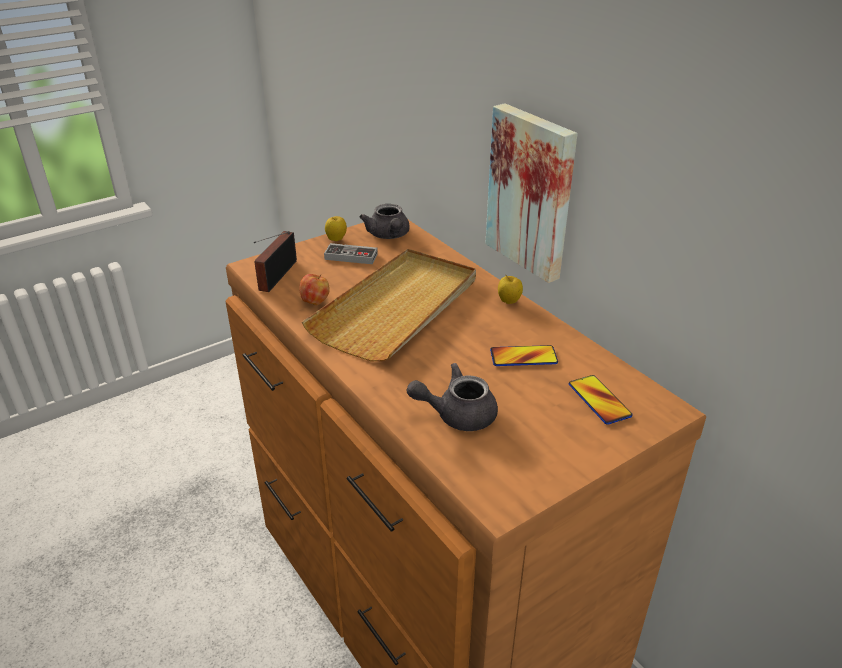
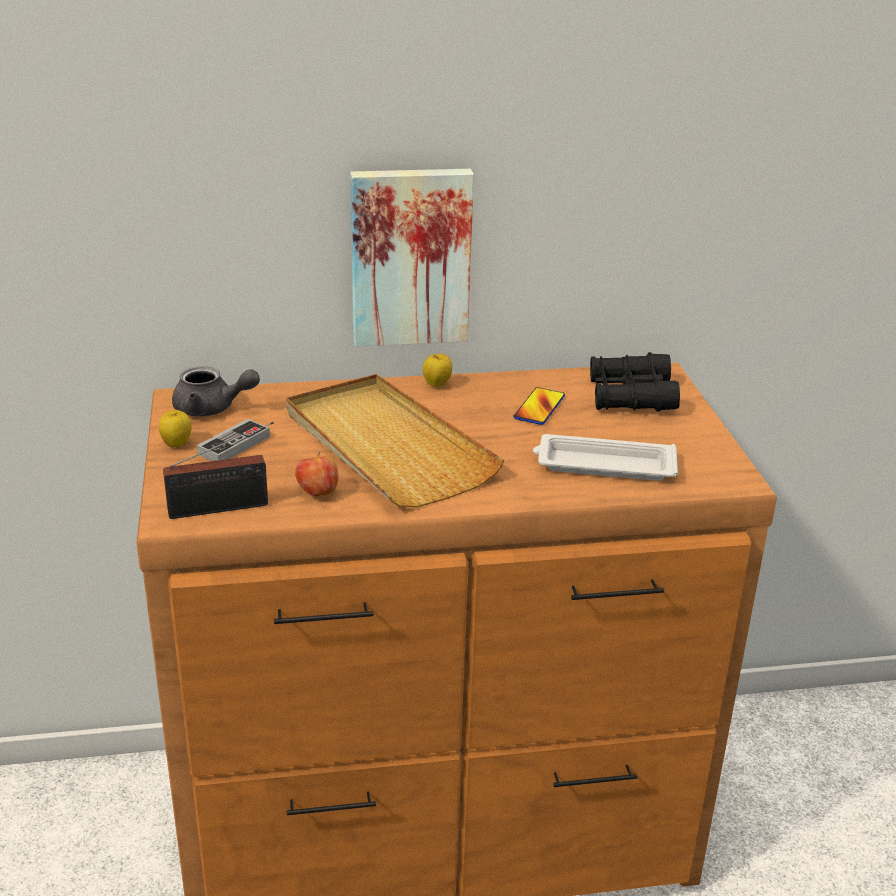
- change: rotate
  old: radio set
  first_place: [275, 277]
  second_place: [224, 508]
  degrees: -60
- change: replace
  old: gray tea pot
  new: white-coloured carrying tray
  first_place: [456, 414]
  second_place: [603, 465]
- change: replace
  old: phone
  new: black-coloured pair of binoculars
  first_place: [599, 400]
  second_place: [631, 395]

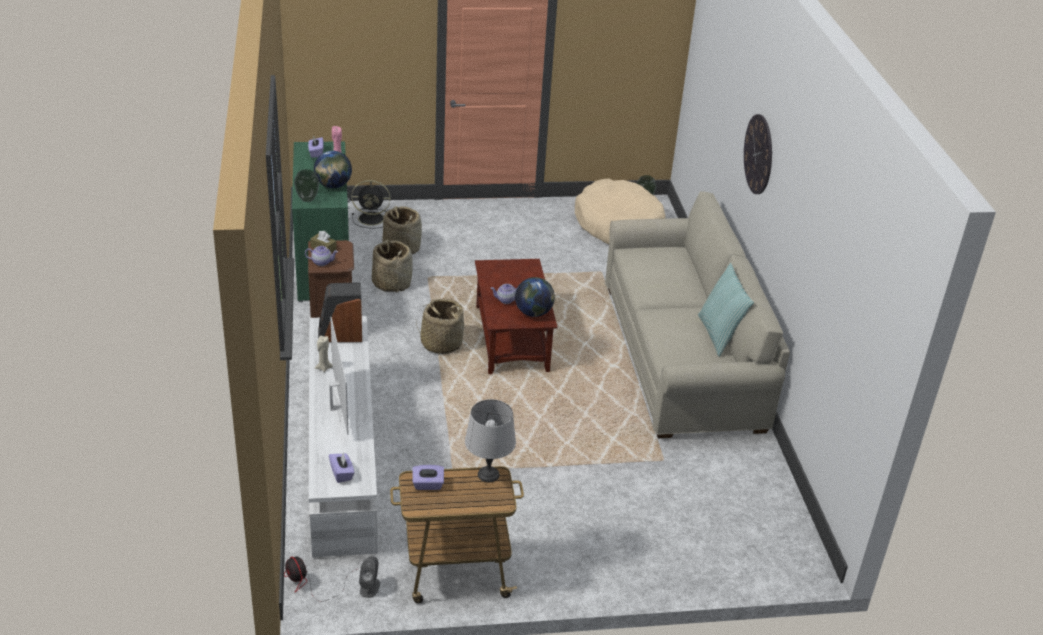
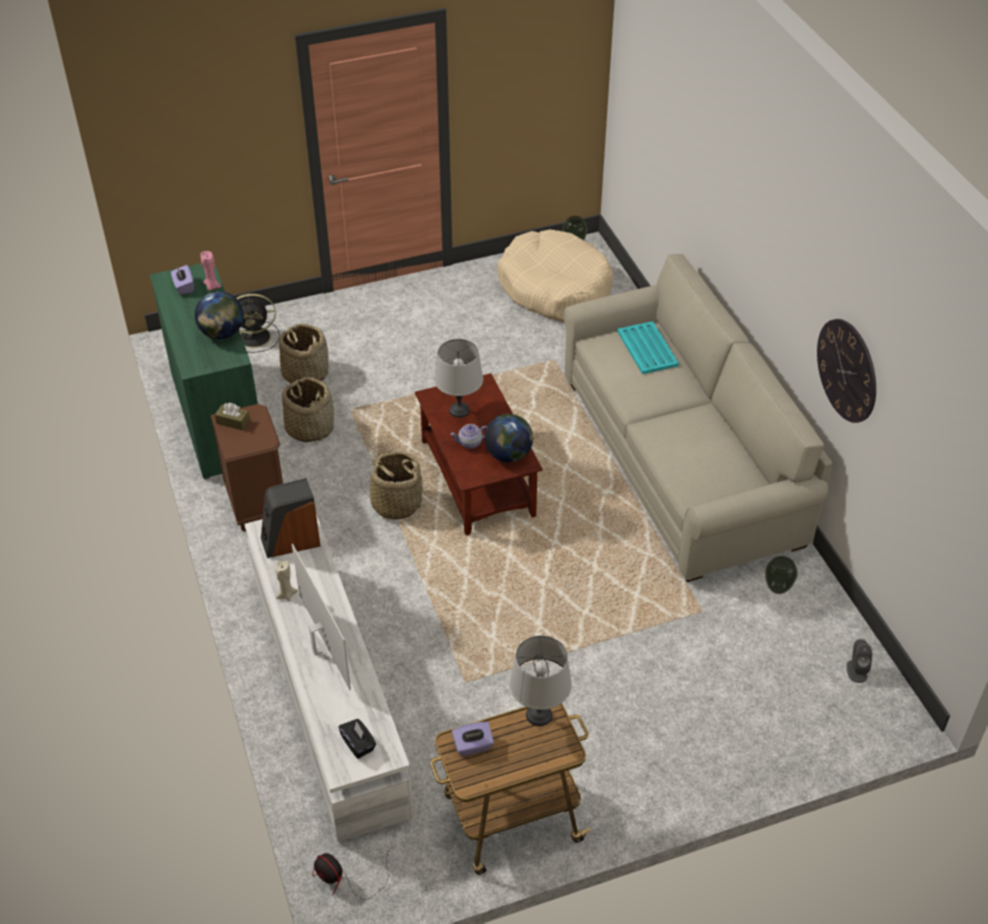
- change: recolor
  old: purple-coloured tissue box
  new: black-coloured tissue box
  first_place: [342, 474]
  second_place: [358, 744]
- change: insert
  new: gray tabletop lamp
  second_place: [459, 410]
- change: insert
  new: blue-green carrying tray
  second_place: [647, 349]
- change: move
  old: vase
  first_place: [307, 199]
  second_place: [777, 588]
- change: move
  old: wall clock
  first_place: [758, 154]
  second_place: [847, 370]
- change: move
  old: gray speaker
  first_place: [370, 587]
  second_place: [856, 670]
- change: delete
  old: tea pot
  first_place: [322, 262]
- change: delete
  old: throw pillow
  first_place: [720, 335]

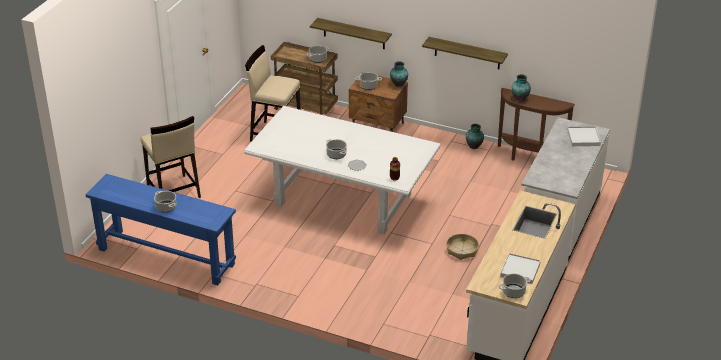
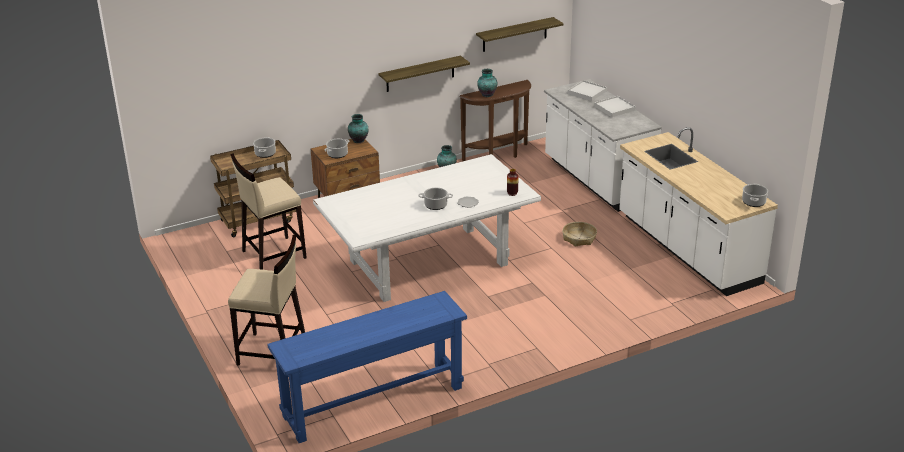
- change: move
  old: wall shelf
  first_place: [354, 34]
  second_place: [515, 34]
- change: move
  old: white-coloured carrying tray
  first_place: [520, 270]
  second_place: [614, 108]
- change: delete
  old: saucepot
  first_place: [166, 207]

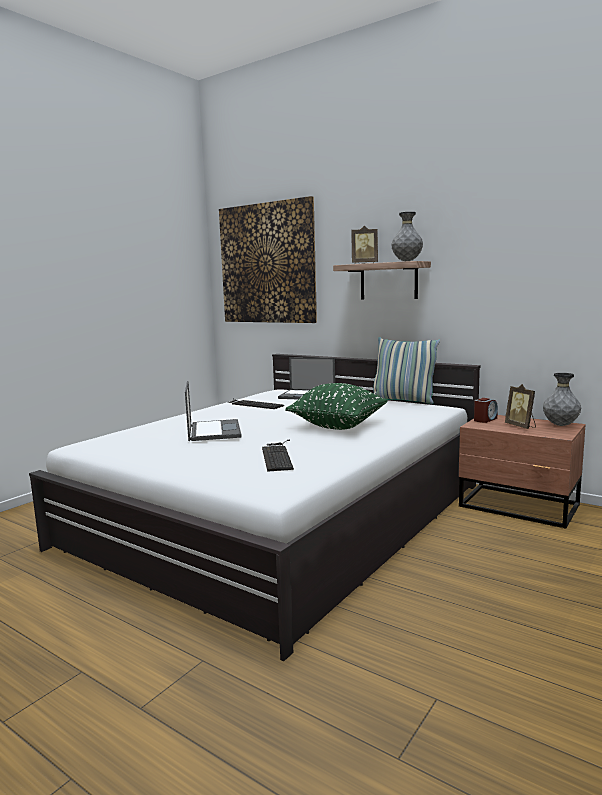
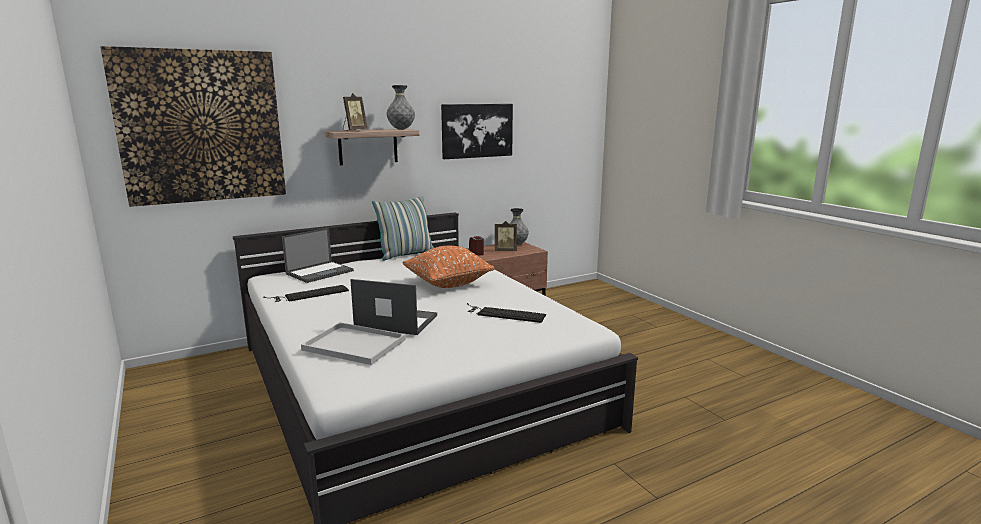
- change: insert
  new: white-coloured carrying tray
  second_place: [352, 345]
- change: recolor
  old: green-coloured throw pillow
  new: orange-coloured throw pillow
  first_place: [338, 426]
  second_place: [448, 284]
- change: insert
  new: wall art
  second_place: [477, 130]

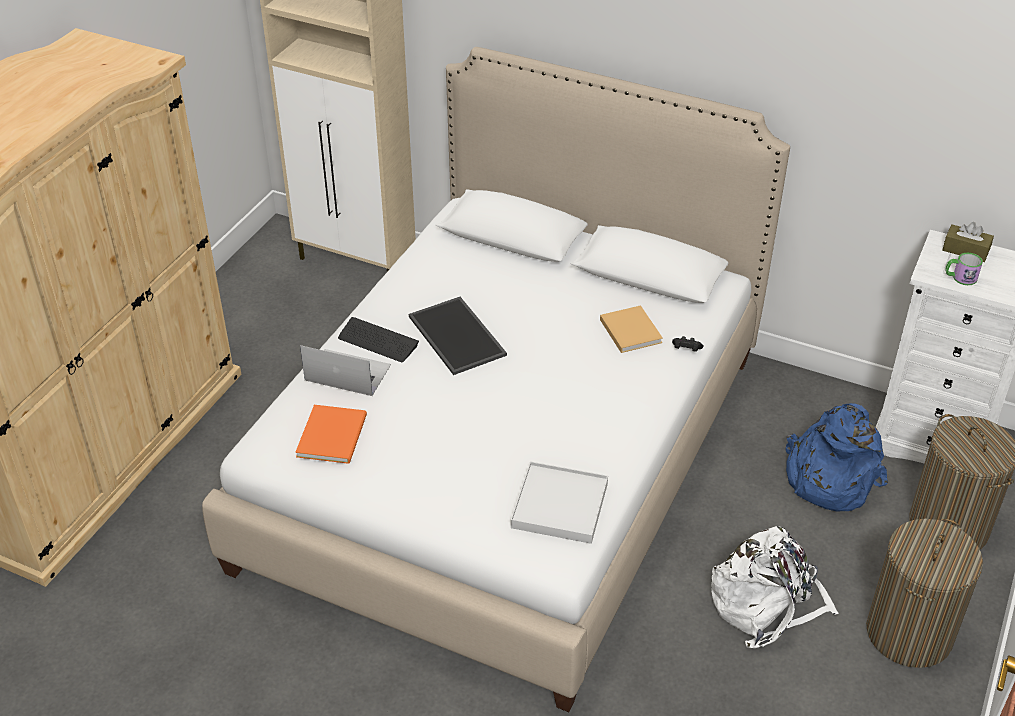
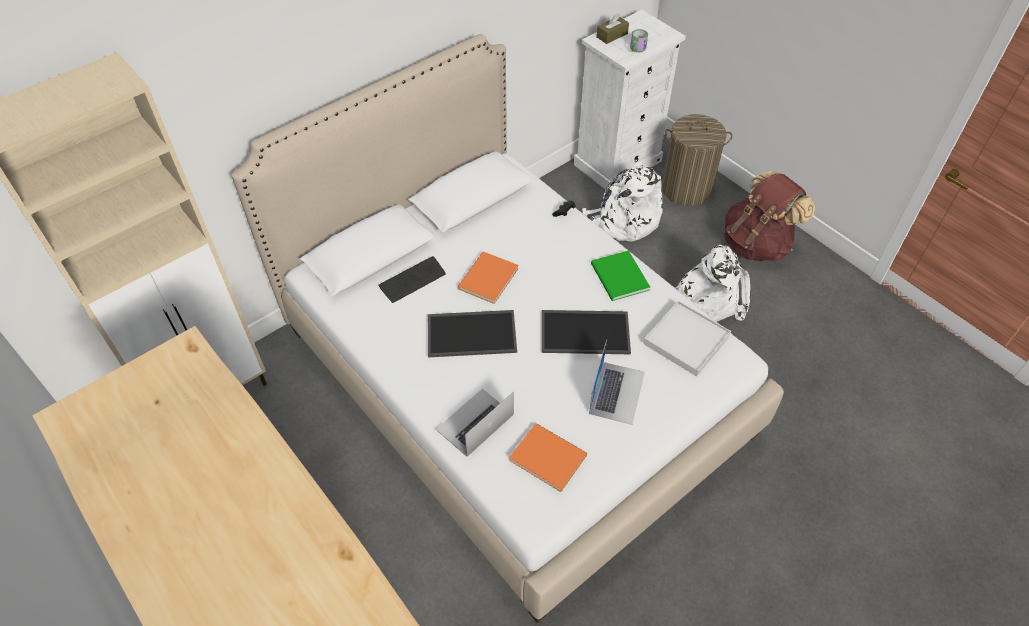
- change: move
  old: PC keyboard
  first_place: [378, 341]
  second_place: [412, 280]
- change: insert
  new: orange-coloured book
  second_place: [486, 279]
- change: insert
  new: carrying tray
  second_place: [586, 331]
- change: recolor
  old: blue knapsack
  new: white-coloured knapsack
  first_place: [828, 478]
  second_place: [623, 221]
- change: insert
  new: portable computer
  second_place: [617, 392]
- change: insert
  new: green-coloured book
  second_place: [619, 278]
- change: replace
  old: washing basket
  new: brown-coloured knapsack
  first_place: [909, 633]
  second_place: [756, 244]
- change: delete
  old: beige-coloured book
  first_place: [630, 330]

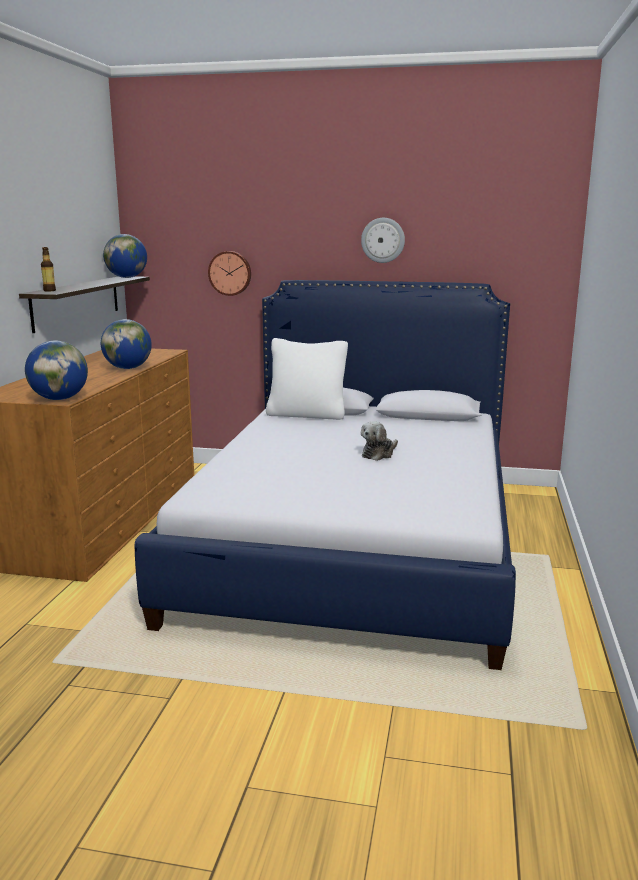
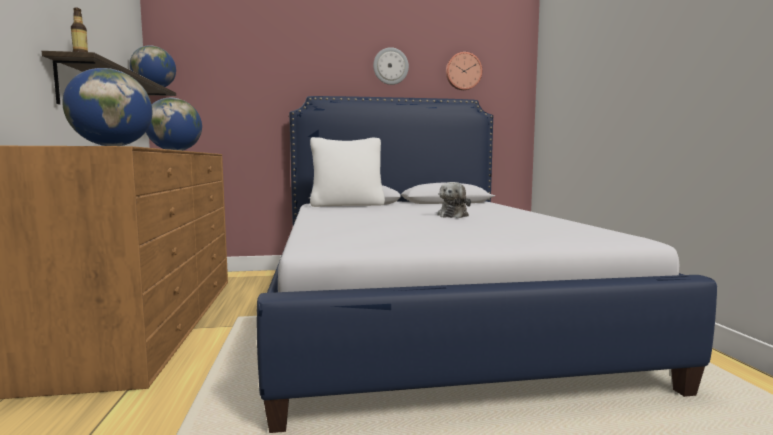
- change: move
  old: wall clock
  first_place: [230, 273]
  second_place: [463, 71]

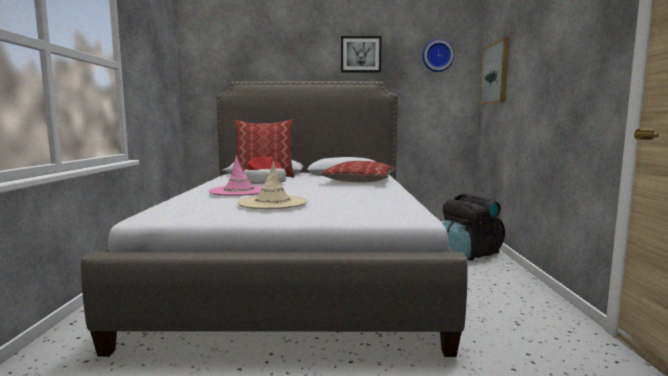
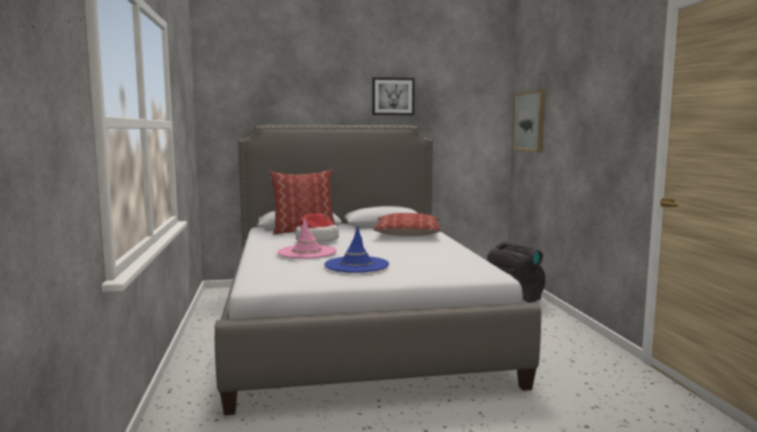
- change: recolor
  old: beige-coloured clothing hat
  new: blue clothing hat
  first_place: [272, 203]
  second_place: [356, 265]
- change: delete
  old: wall clock
  first_place: [437, 56]

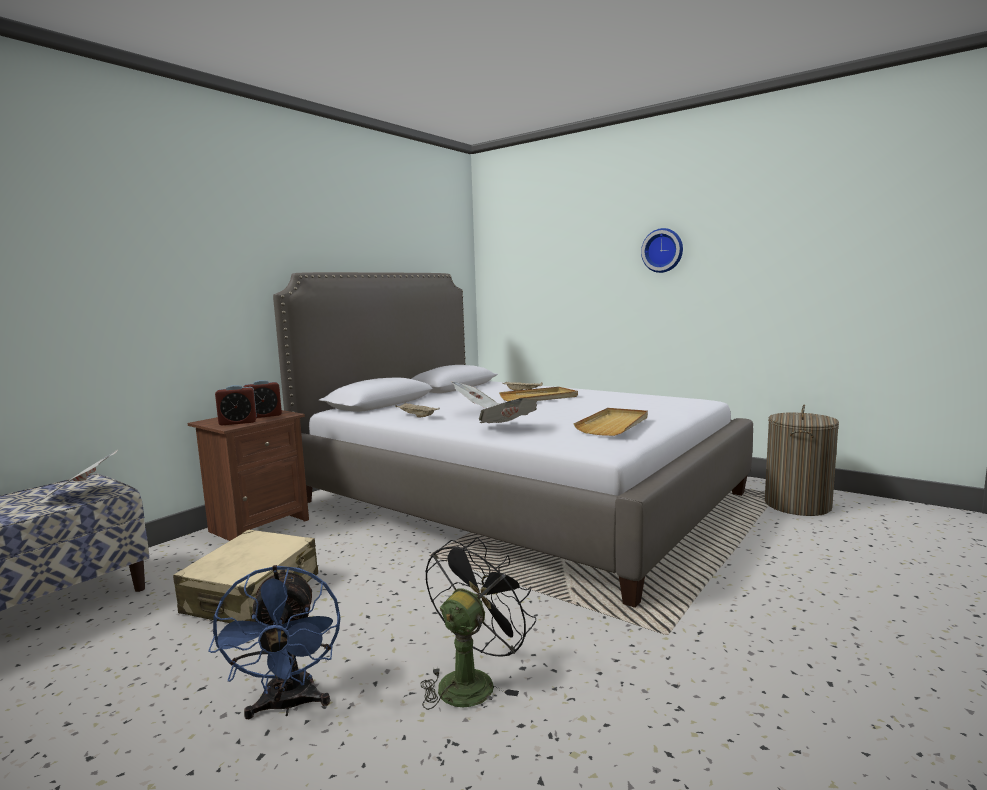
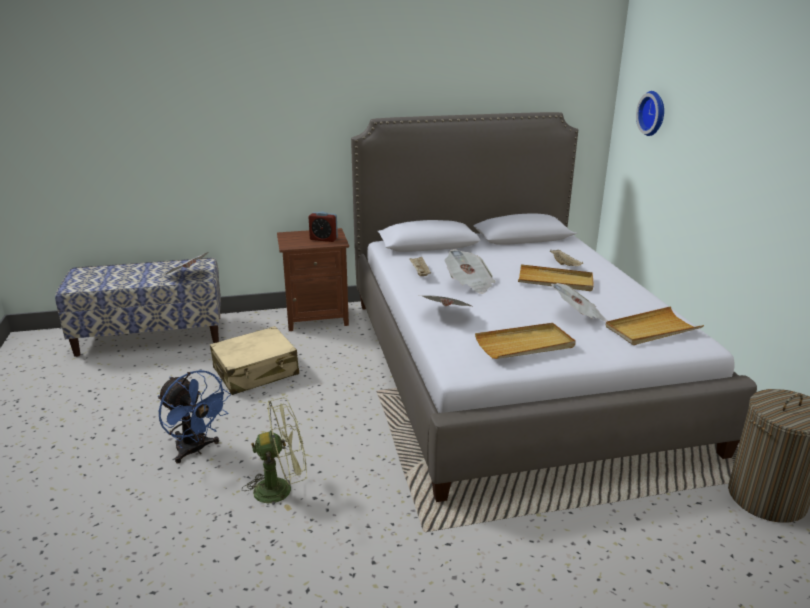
- change: rotate
  old: blue cooling fan
  first_place: [288, 706]
  second_place: [196, 450]
  degrees: -75
- change: recolor
  old: black-coloured cooling fan
  new: green-coloured cooling fan
  first_place: [472, 681]
  second_place: [281, 488]
- change: insert
  new: printed paper
  second_place: [578, 316]
- change: insert
  new: beige-coloured carrying tray
  second_place: [652, 329]
- change: move
  old: wall clock
  first_place: [663, 250]
  second_place: [653, 113]
- change: delete
  old: table clock
  first_place: [238, 422]

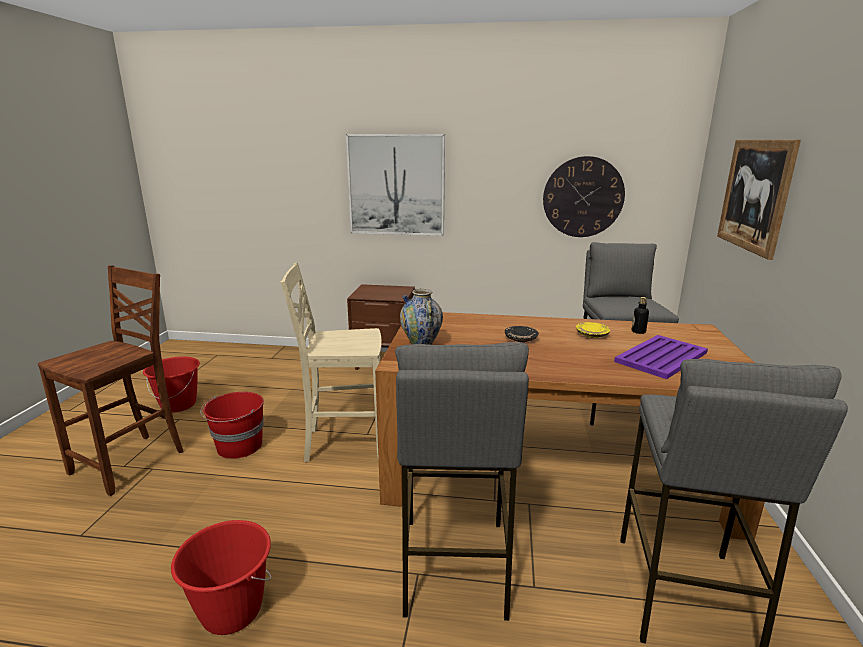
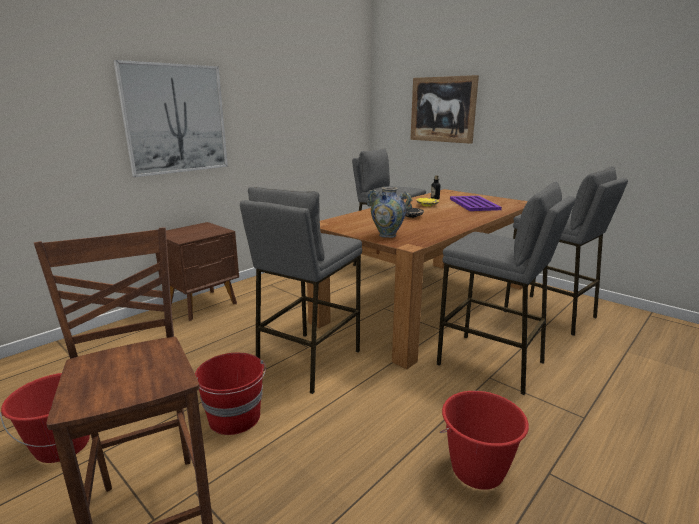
- change: replace
  old: beige-coloured upright chair
  new: gray stool
  first_place: [343, 443]
  second_place: [308, 361]
- change: delete
  old: wall clock
  first_place: [583, 197]

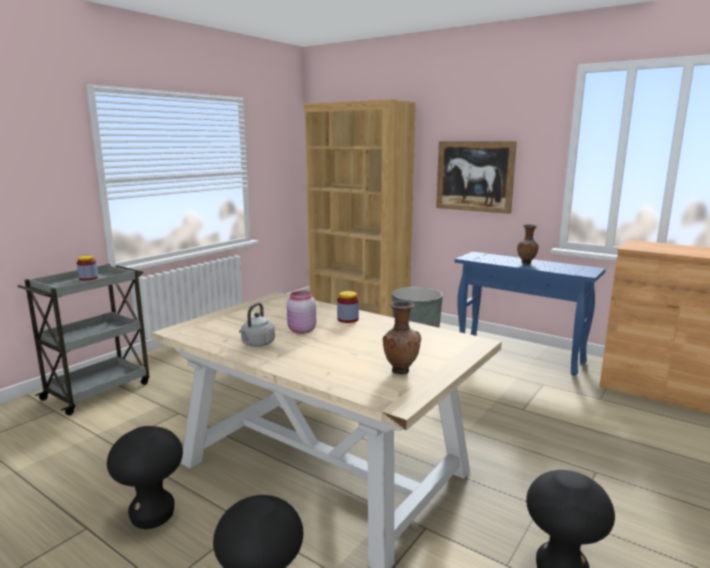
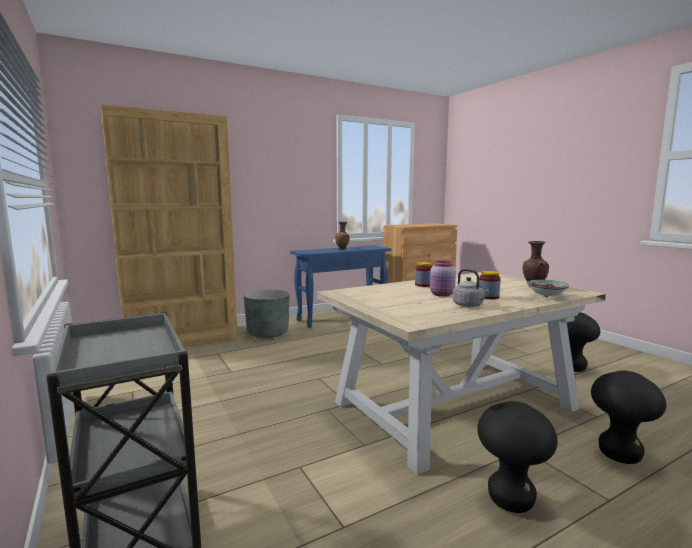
- change: move
  old: storage jar
  first_place: [88, 278]
  second_place: [488, 297]
- change: insert
  new: bowl
  second_place: [546, 296]
- change: delete
  old: wall art
  first_place: [474, 176]

